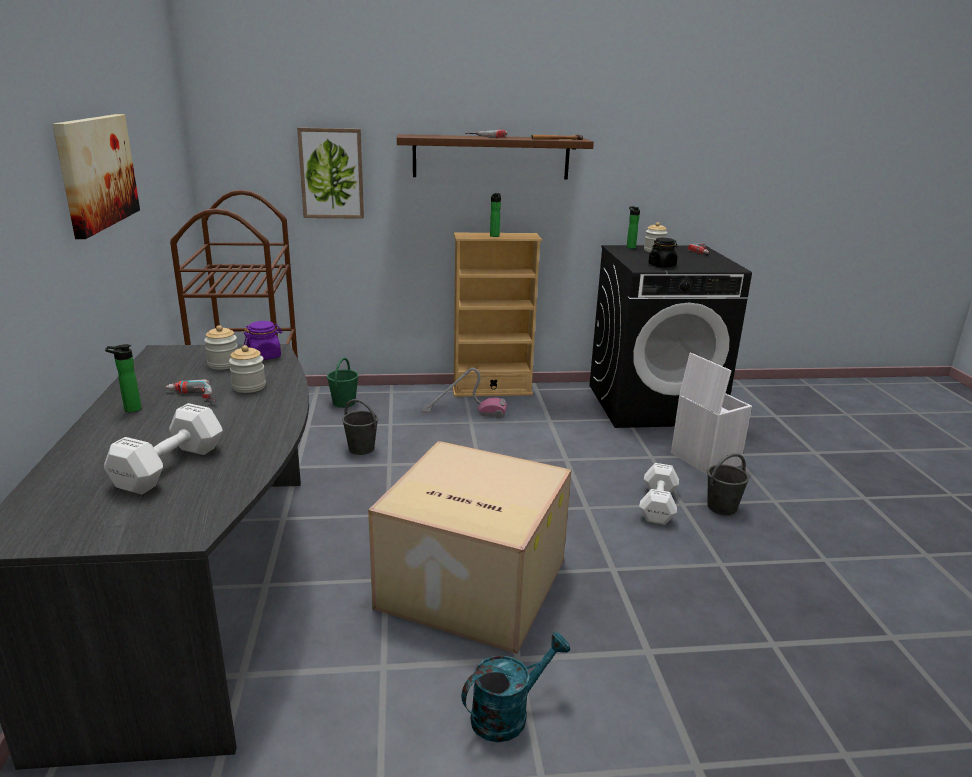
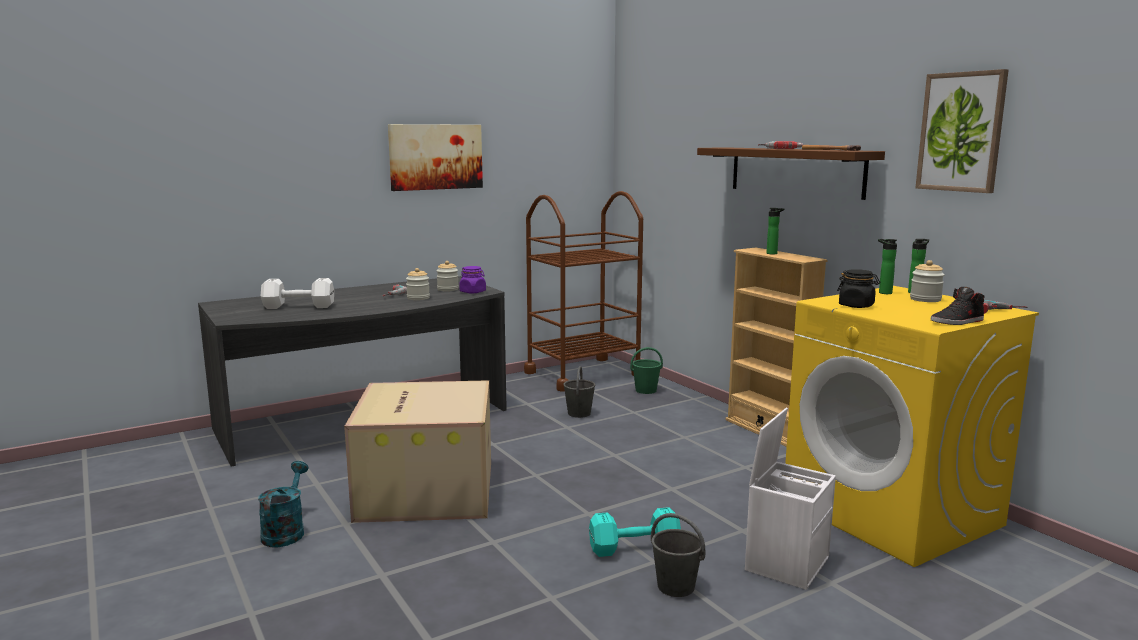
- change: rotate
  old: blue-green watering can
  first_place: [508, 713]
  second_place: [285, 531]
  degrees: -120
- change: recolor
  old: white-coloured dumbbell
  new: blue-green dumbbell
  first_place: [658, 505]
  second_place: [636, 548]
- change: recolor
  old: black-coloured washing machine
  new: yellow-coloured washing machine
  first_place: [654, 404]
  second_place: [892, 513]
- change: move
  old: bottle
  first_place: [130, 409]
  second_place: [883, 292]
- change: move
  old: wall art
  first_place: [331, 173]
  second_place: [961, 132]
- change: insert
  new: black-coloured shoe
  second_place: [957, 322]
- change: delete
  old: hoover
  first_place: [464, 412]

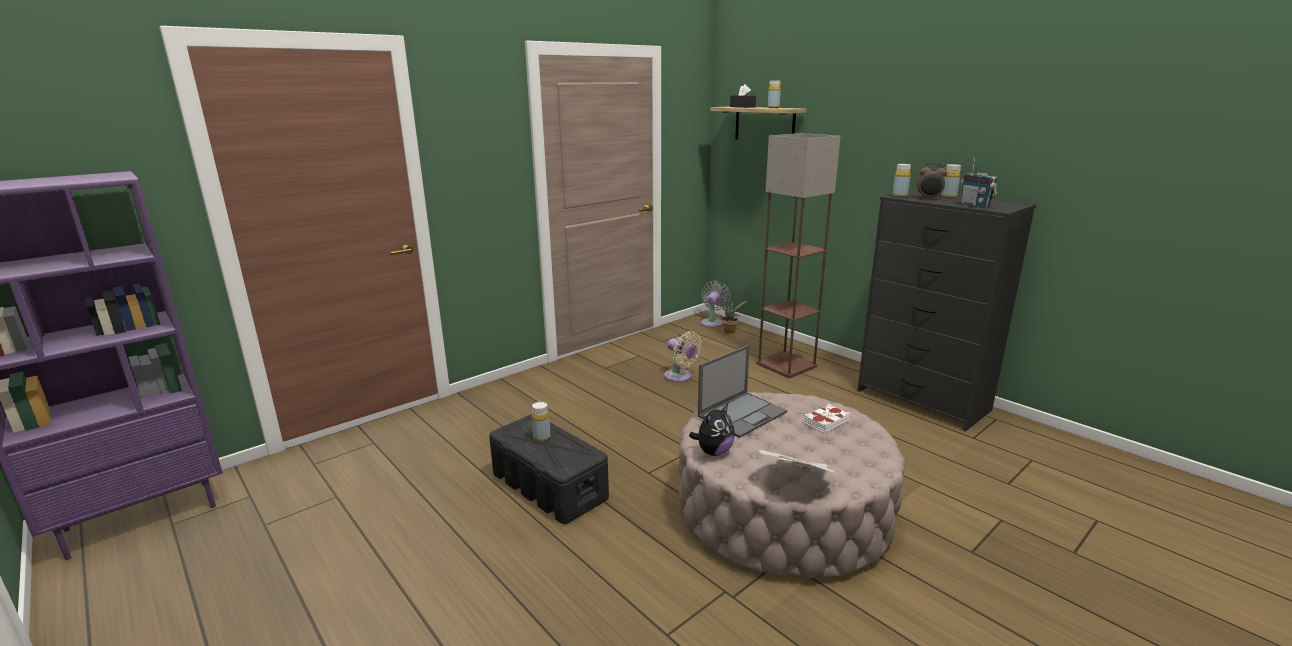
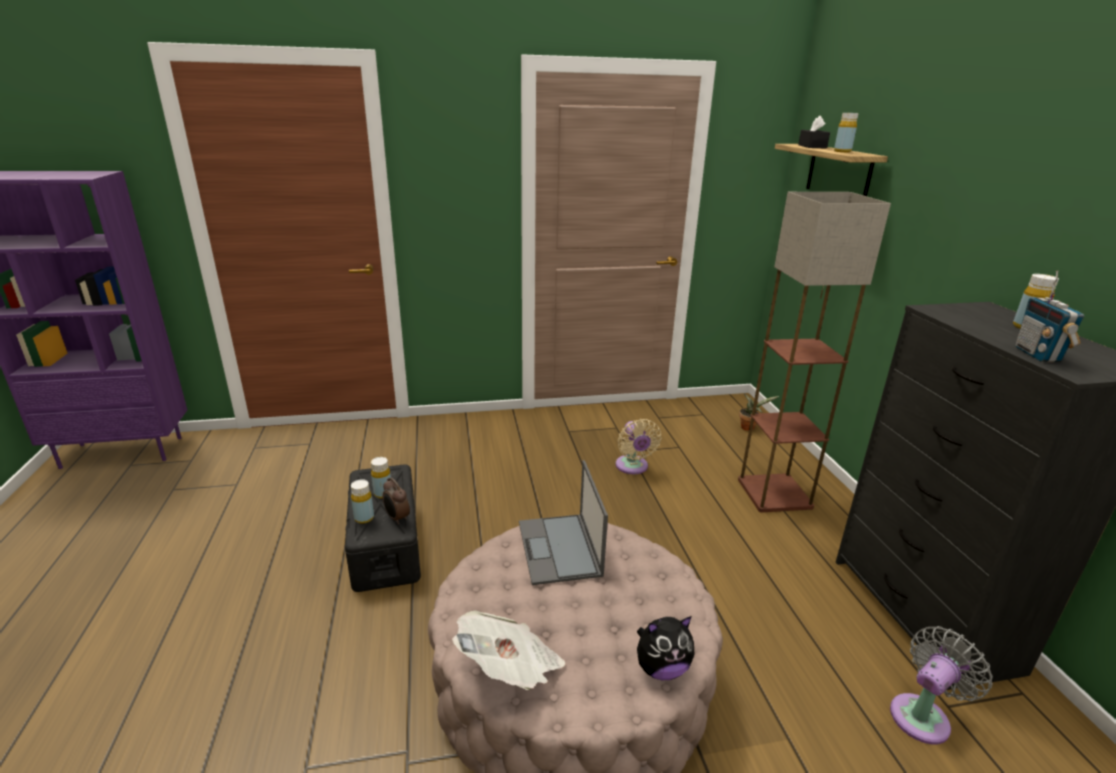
- change: move
  old: yellow-coloured bottle
  first_place: [899, 196]
  second_place: [364, 518]
- change: move
  old: table clock
  first_place: [929, 198]
  second_place: [397, 518]
- change: rotate
  old: portable computer
  first_place: [742, 414]
  second_place: [560, 549]
  degrees: 90
- change: move
  old: cuddly toy
  first_place: [713, 452]
  second_place: [661, 668]
- change: move
  old: gray cooling fan
  first_place: [713, 322]
  second_place: [923, 715]
- change: delete
  old: white-coloured book
  first_place: [825, 422]

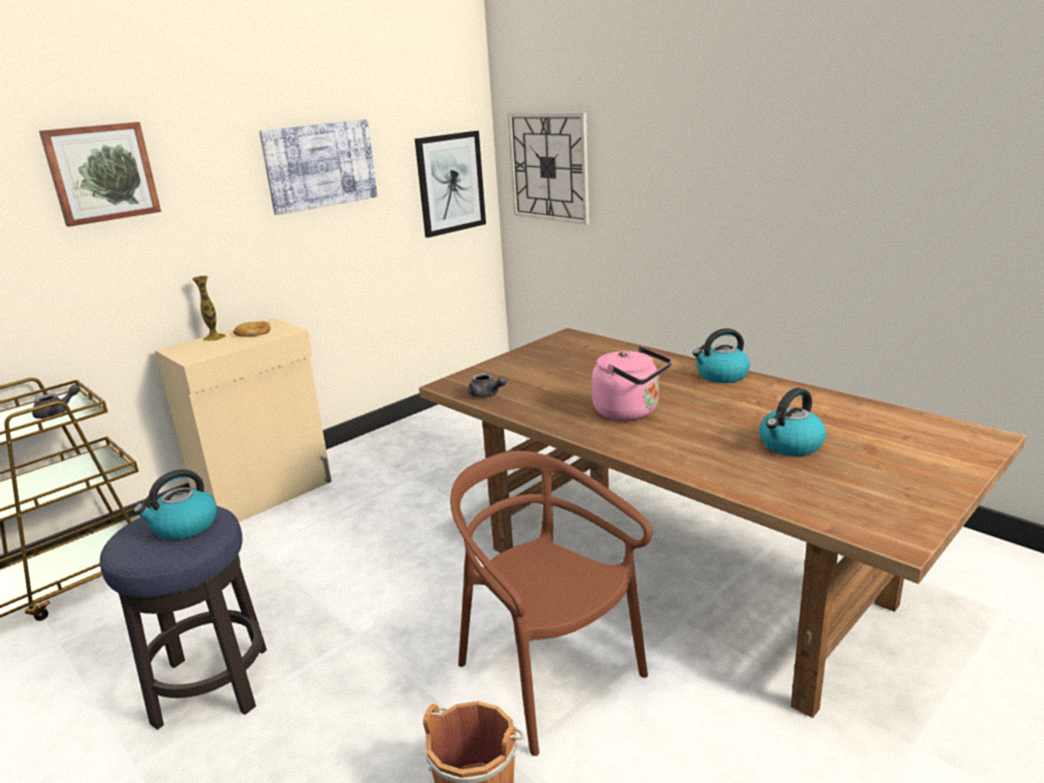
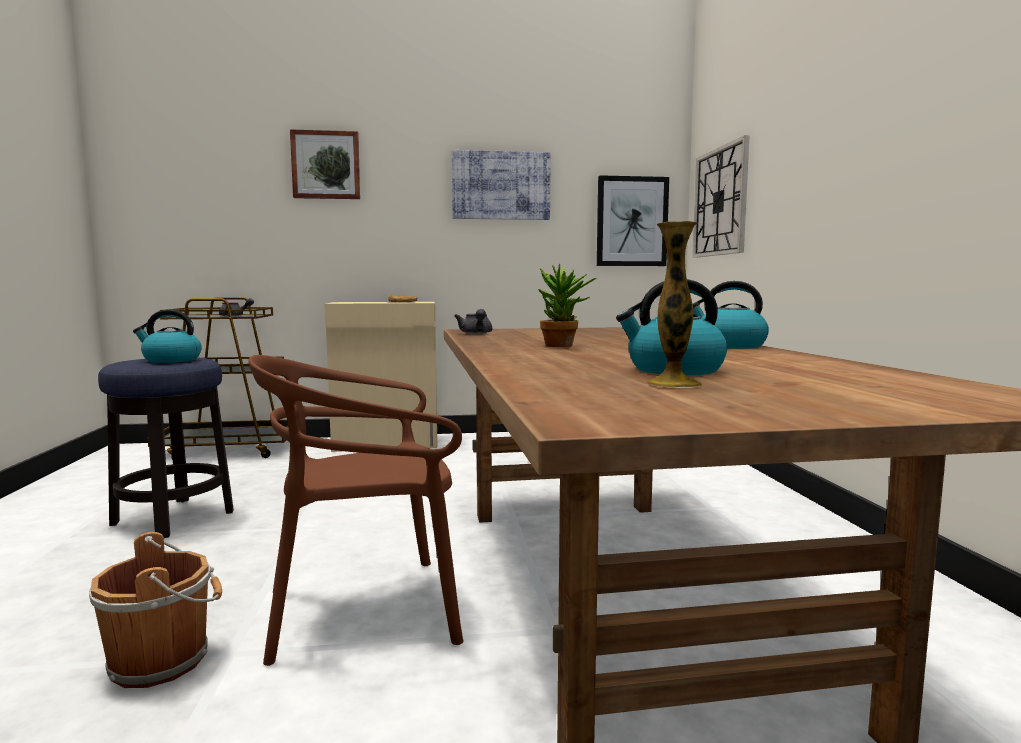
- change: rotate
  old: brown-coloured upright chair
  first_place: [548, 675]
  second_place: [364, 611]
  degrees: -105
- change: replace
  old: pink water kettle
  new: plant in a pot
  first_place: [630, 412]
  second_place: [564, 346]
- change: move
  old: vase
  first_place: [214, 337]
  second_place: [673, 384]

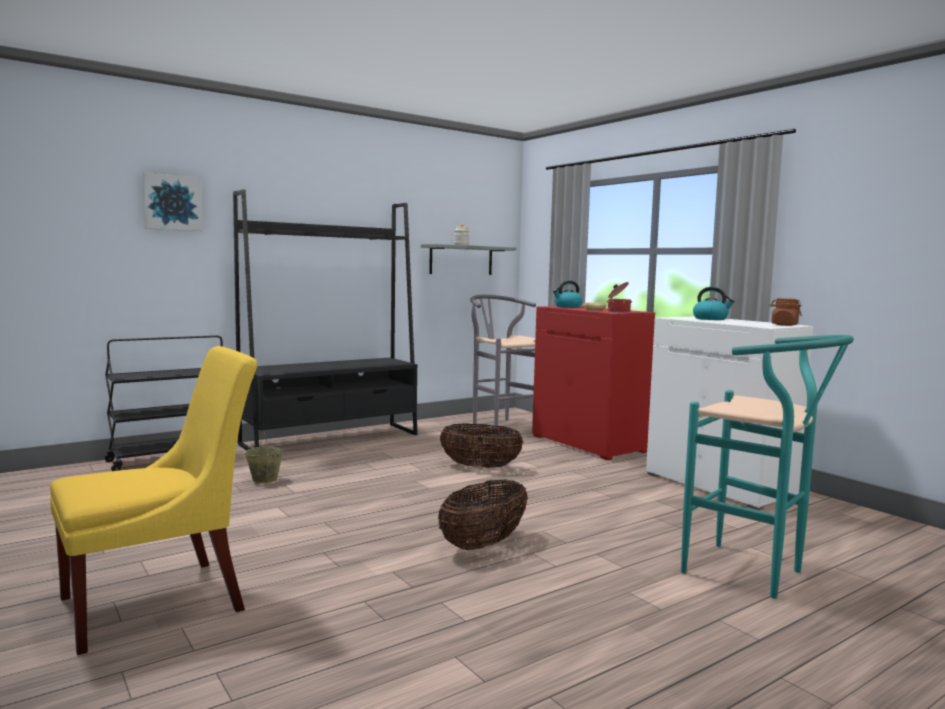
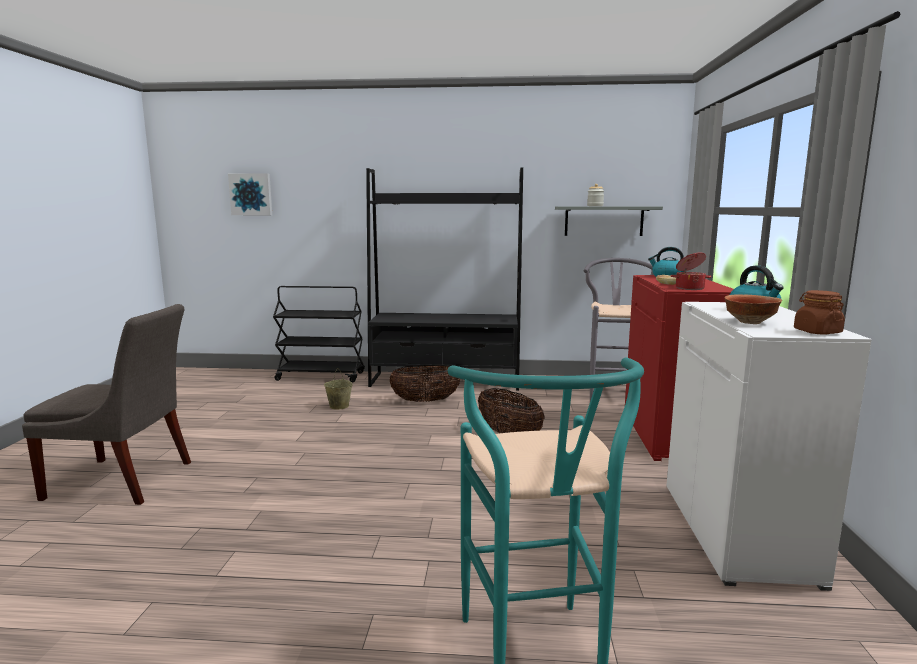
- change: recolor
  old: yellow-coloured upright chair
  new: gray upright chair
  first_place: [161, 601]
  second_place: [125, 481]
- change: move
  old: wall art
  first_place: [172, 202]
  second_place: [251, 194]
- change: move
  old: storage basket
  first_place: [483, 544]
  second_place: [425, 401]
- change: insert
  new: bowl
  second_place: [750, 322]

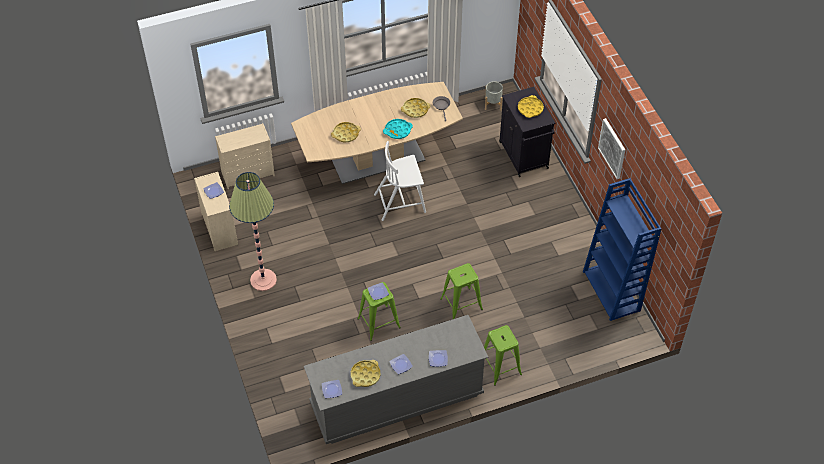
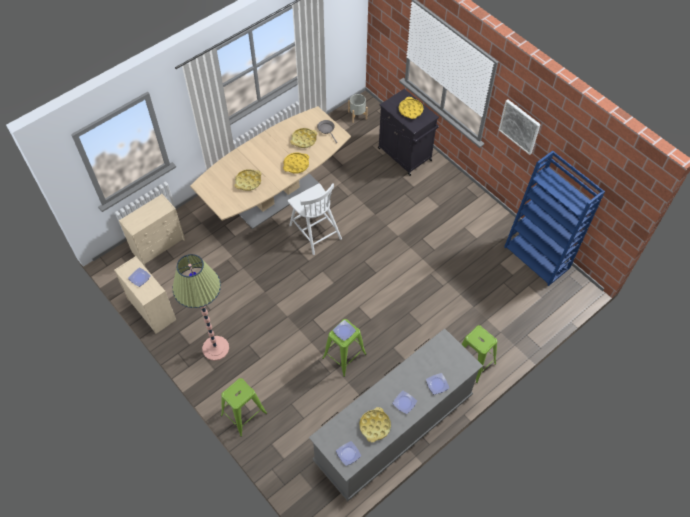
- change: move
  old: green-coloured stool
  first_place: [461, 304]
  second_place: [244, 414]
- change: recolor
  old: blue-green carrying tray
  new: yellow-coloured carrying tray
  first_place: [397, 131]
  second_place: [296, 164]
- change: rotate
  old: white-coloured upright chair
  first_place: [401, 203]
  second_place: [315, 231]
  degrees: -90

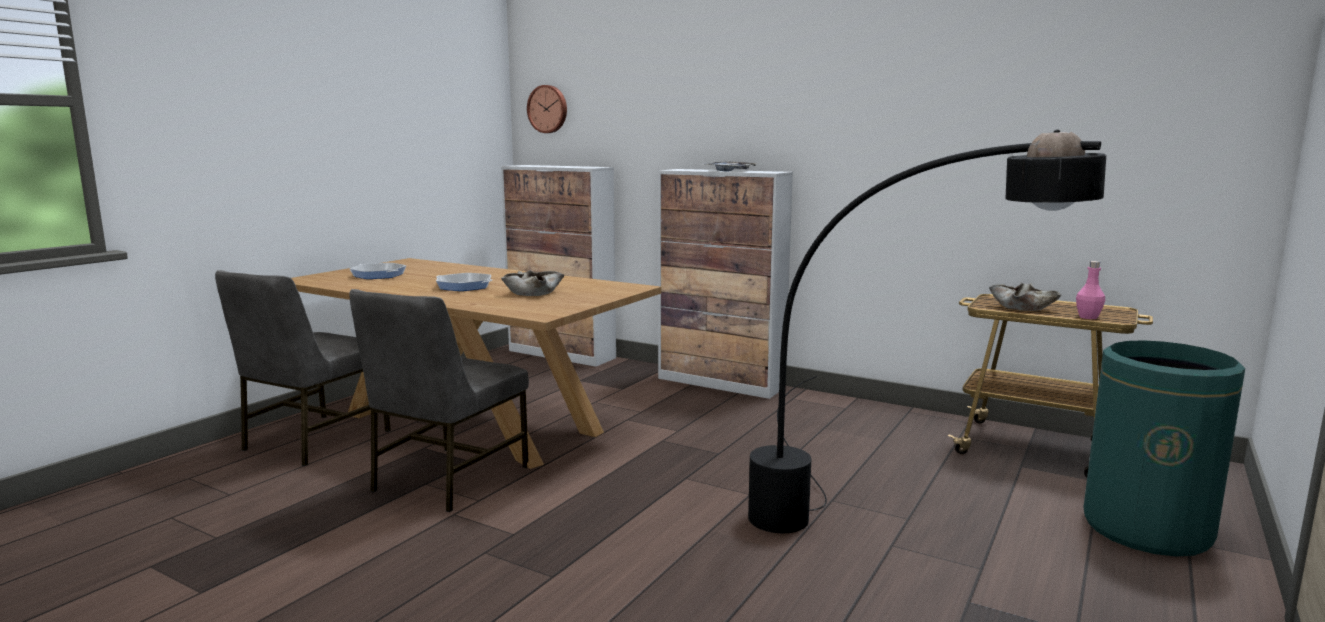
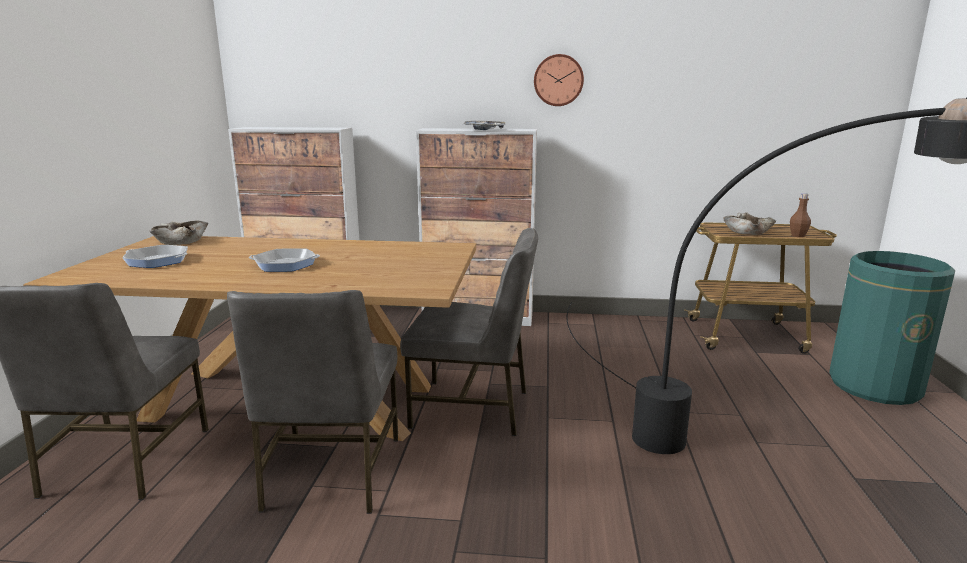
- change: move
  old: beige-coloured bowl
  first_place: [532, 292]
  second_place: [180, 241]
- change: insert
  new: gray upright chair
  second_place: [473, 408]
- change: move
  old: wall clock
  first_place: [548, 109]
  second_place: [558, 80]
- change: recolor
  old: pink bottle
  new: brown-coloured bottle
  first_place: [1088, 317]
  second_place: [798, 236]

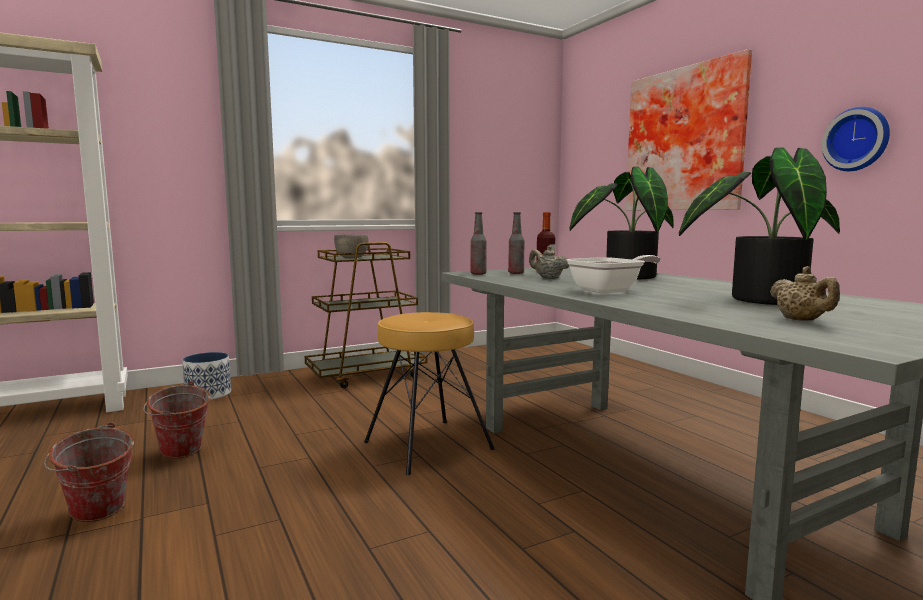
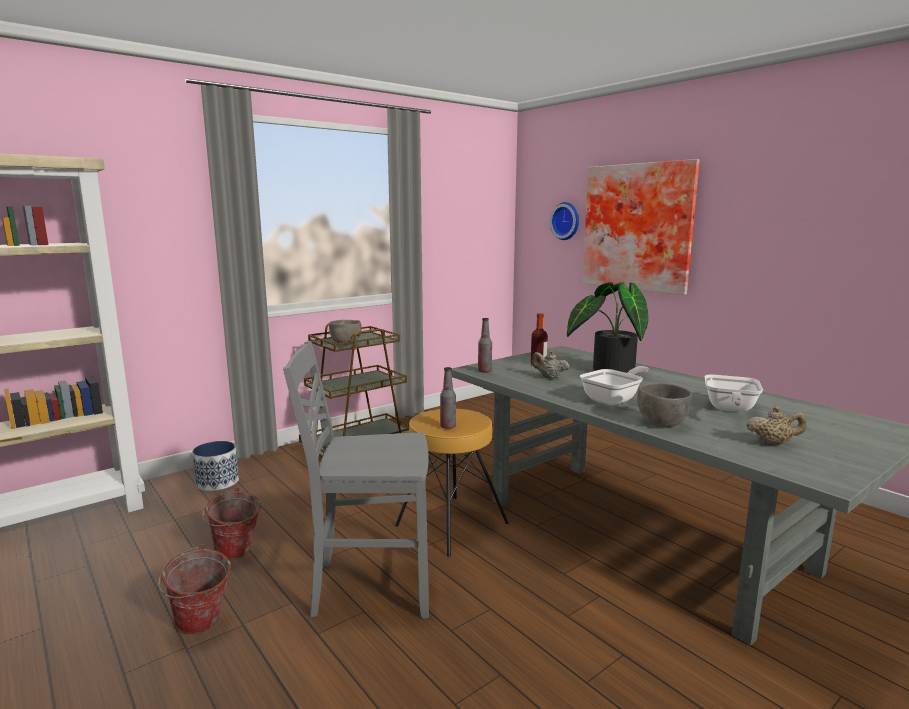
- change: insert
  new: gray upright chair
  second_place: [370, 587]
- change: move
  old: bottle
  first_place: [516, 273]
  second_place: [448, 426]
- change: move
  old: wall clock
  first_place: [857, 139]
  second_place: [566, 221]
- change: insert
  new: gray bowl
  second_place: [661, 423]
- change: replace
  old: plant in a pot
  new: skillet
  first_place: [758, 299]
  second_place: [729, 409]
- change: rotate
  old: beige-coloured tea pot
  first_place: [802, 320]
  second_place: [773, 443]
  degrees: -60

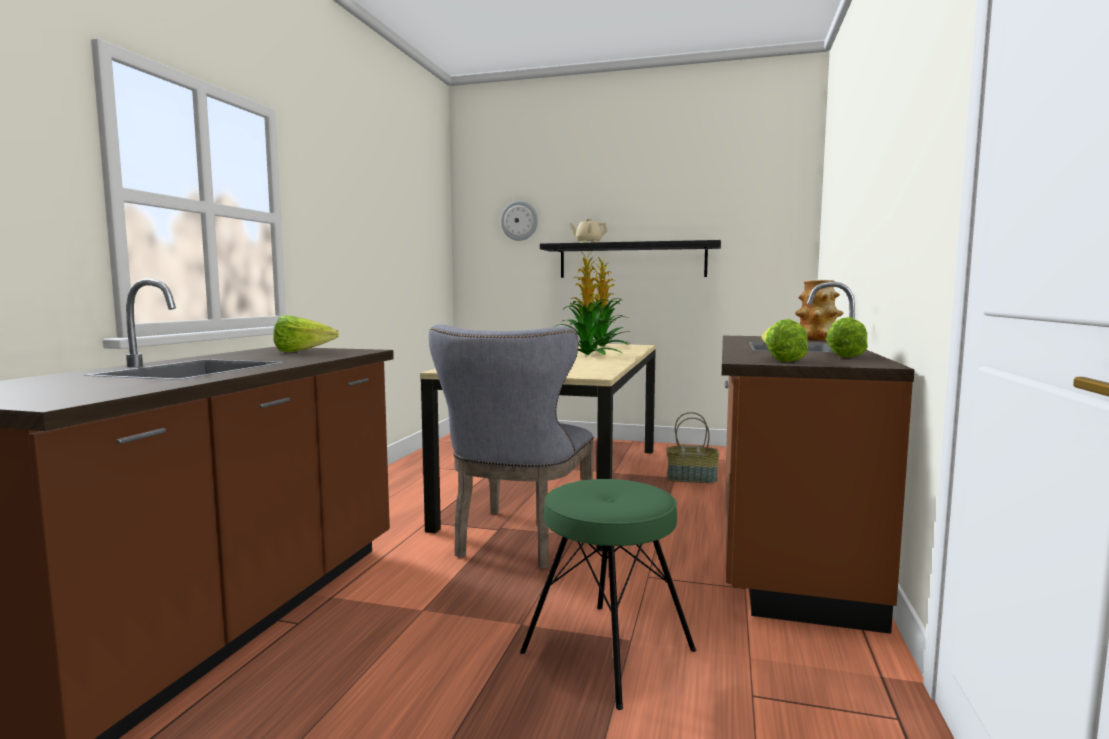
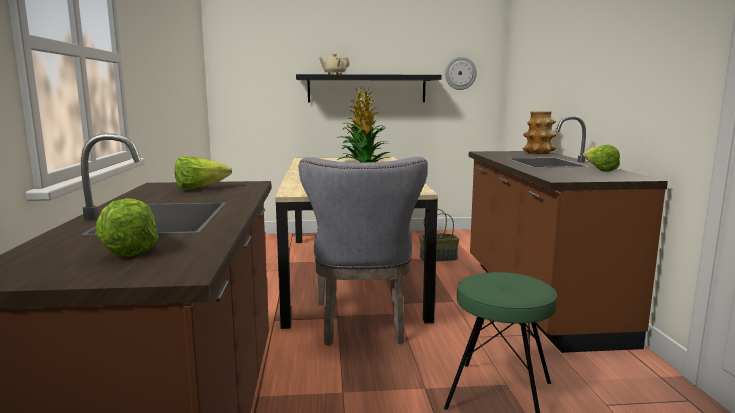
- change: move
  old: lettuce head
  first_place: [780, 360]
  second_place: [131, 249]
- change: move
  old: wall clock
  first_place: [519, 221]
  second_place: [460, 73]

